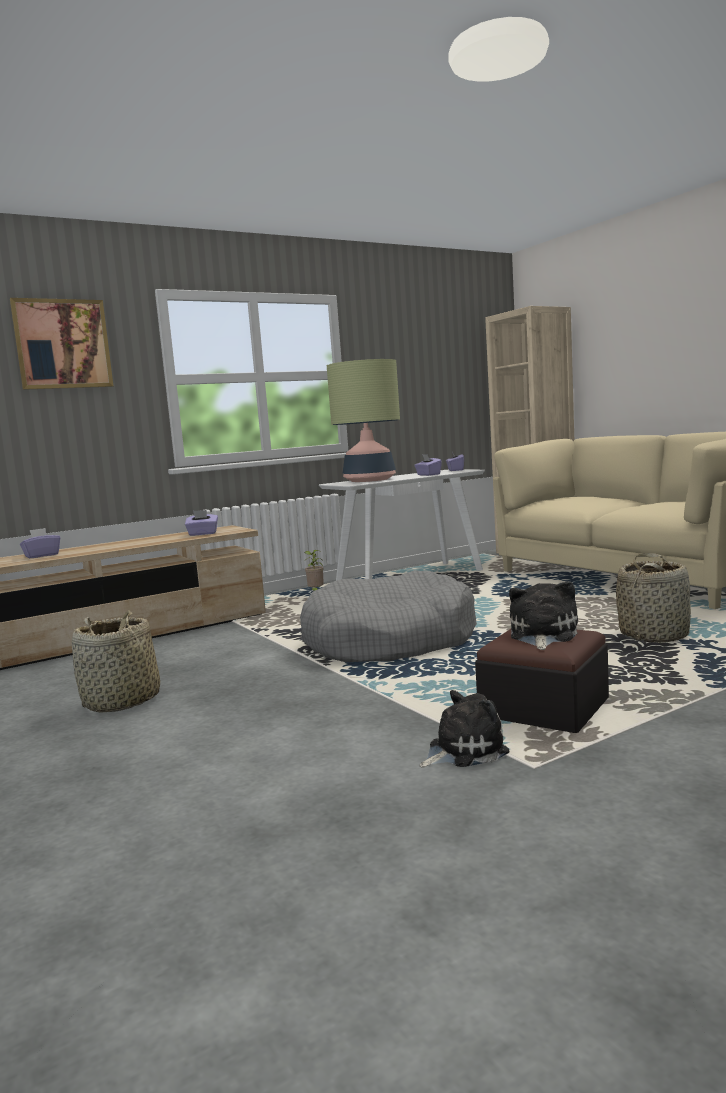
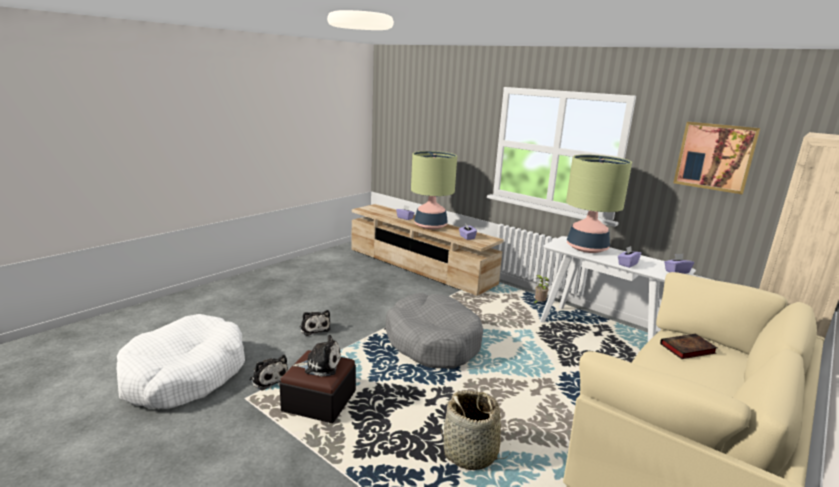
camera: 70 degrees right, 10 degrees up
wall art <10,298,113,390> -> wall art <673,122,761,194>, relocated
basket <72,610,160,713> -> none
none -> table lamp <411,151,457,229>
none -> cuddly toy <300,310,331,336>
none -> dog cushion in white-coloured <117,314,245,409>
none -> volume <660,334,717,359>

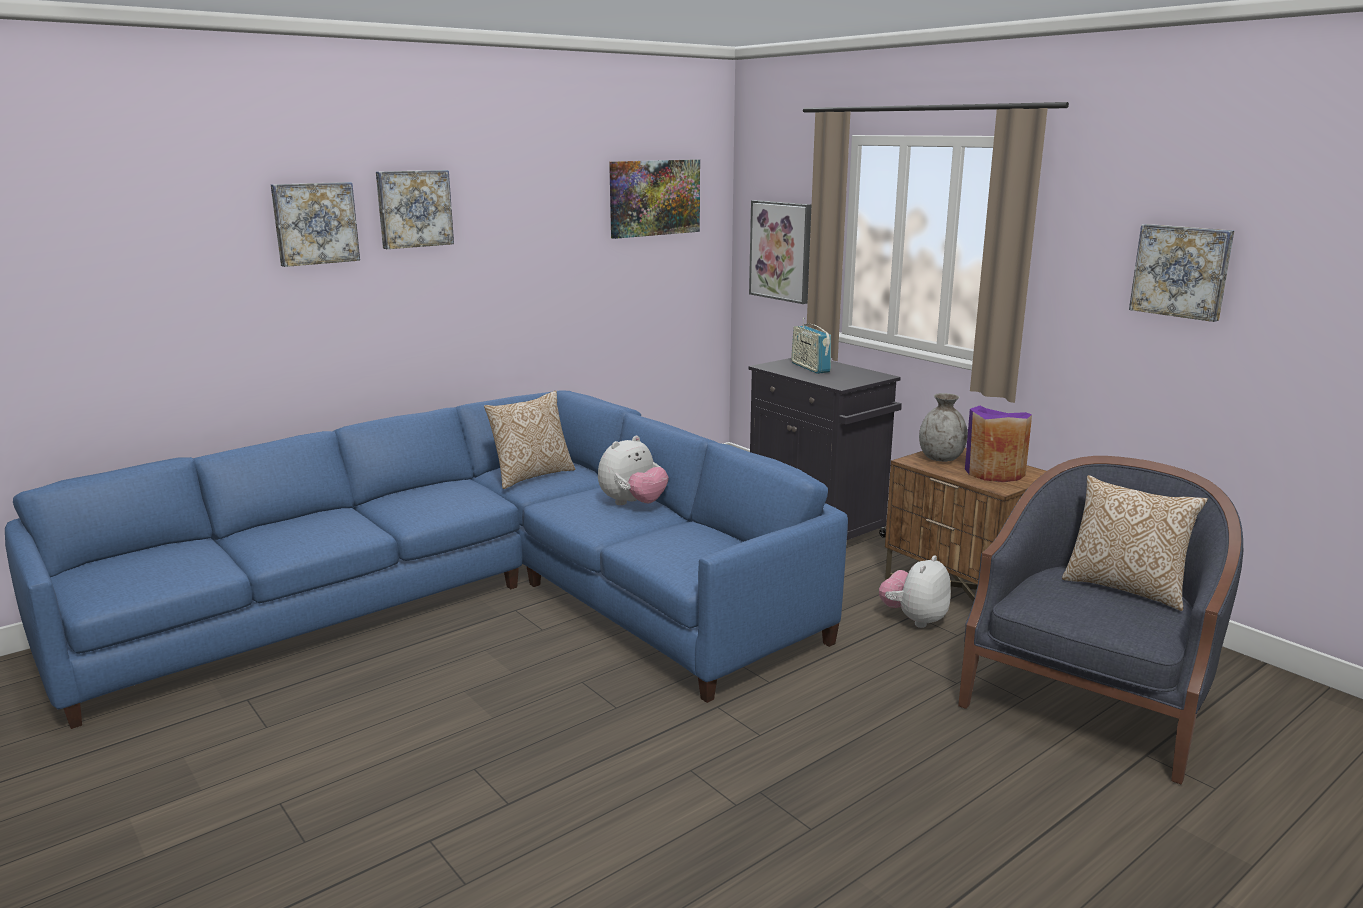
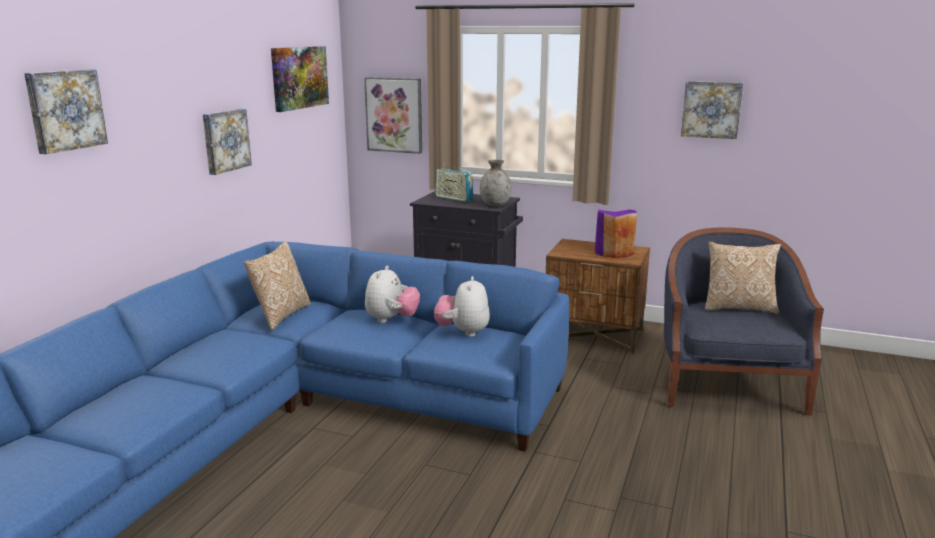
camera: 30 degrees left, 0 degrees up
wall art <376,170,454,249> -> wall art <203,109,252,175>, relocated
flower vase in gray <919,393,968,462> -> flower vase in gray <480,160,512,206>, relocated
cuddly toy <879,555,951,628> -> cuddly toy <434,276,490,337>, relocated

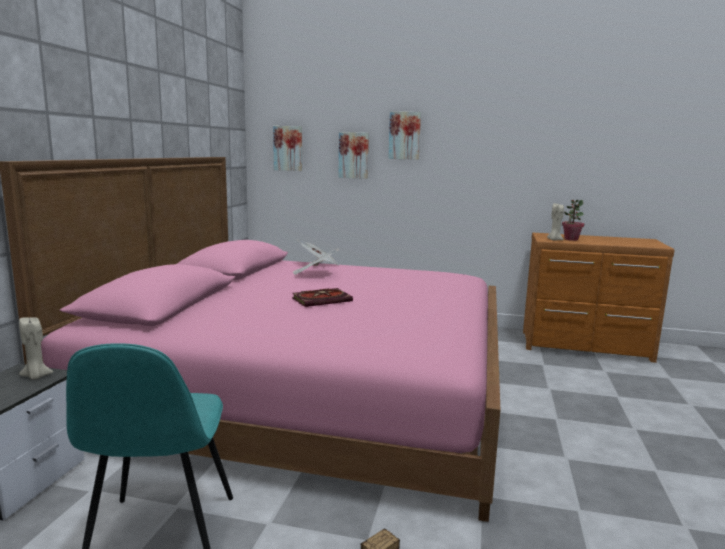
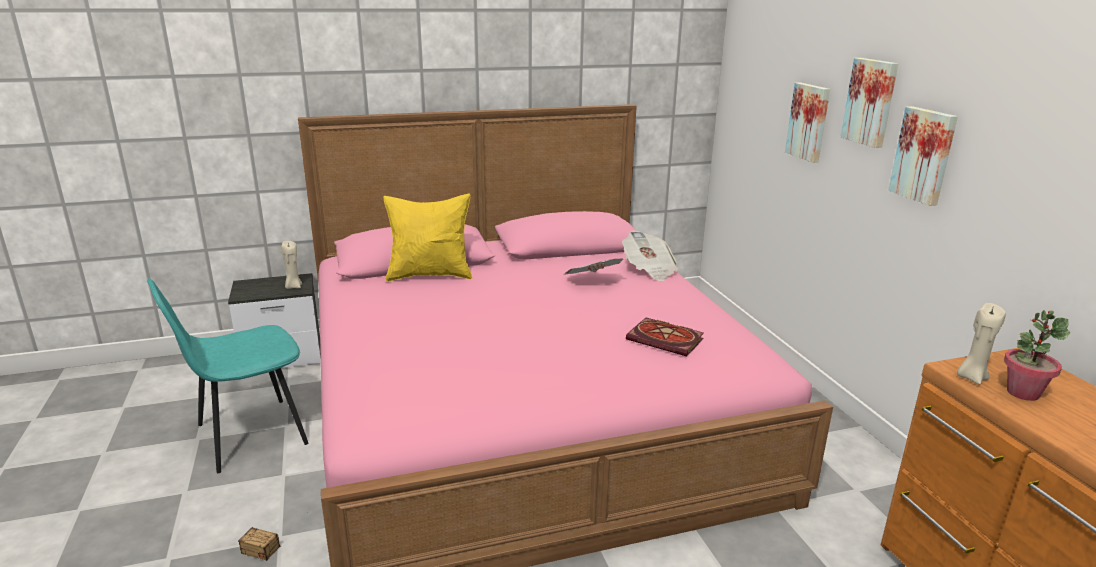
camera: 60 degrees right, 10 degrees up
wall art <273,126,302,171> -> wall art <888,106,958,206>, relocated
volume <292,288,353,307> -> volume <626,318,704,356>, relocated
none -> throw pillow in yellow-coloured <383,194,472,282>

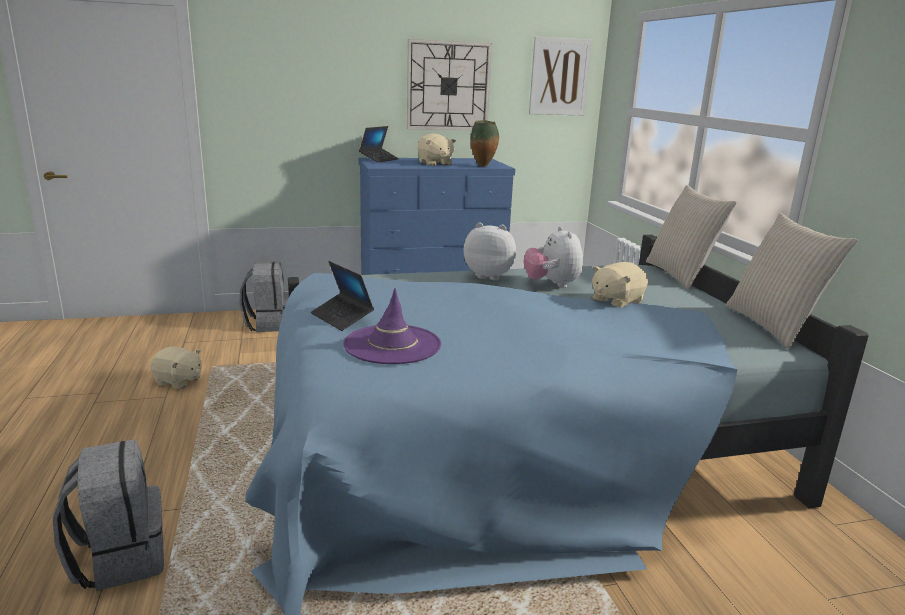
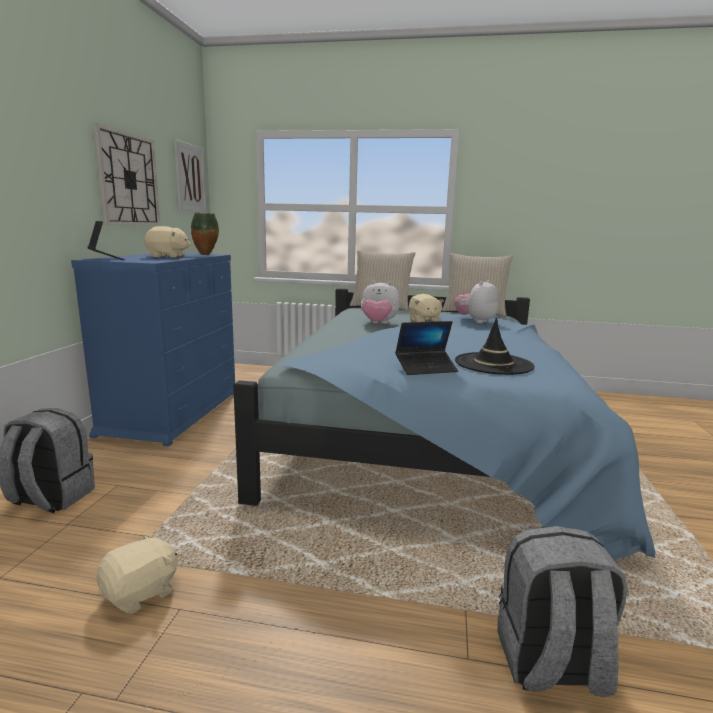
camera: 65 degrees left, 5 degrees down
cuddly toy <464,222,516,280> -> cuddly toy <455,280,499,323>, relocated
hat in purple <343,288,441,364> -> hat in black-coloured <455,317,535,375>

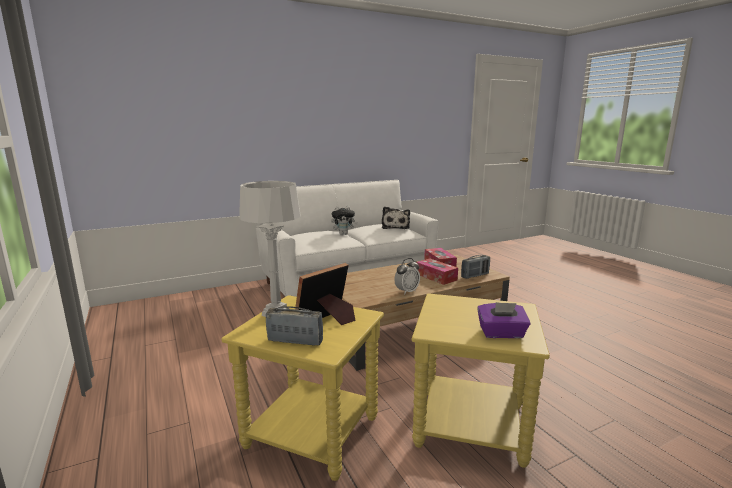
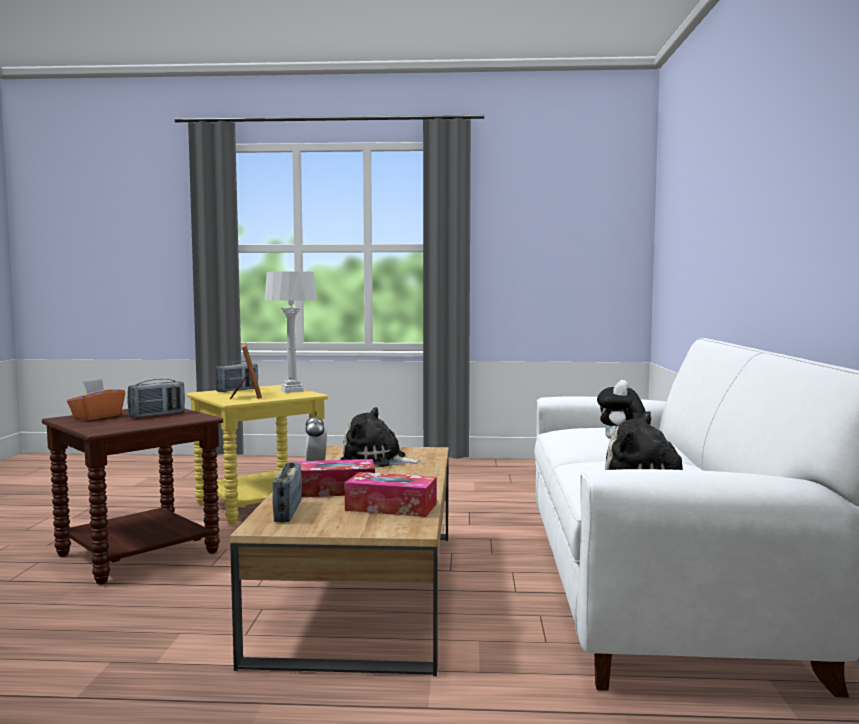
camera: 120 degrees right, 10 degrees down
side table in yellow-coloured <412,293,550,468> -> side table in brown <42,409,223,585>
tissue box in purple <477,302,531,338> -> tissue box in orange-coloured <67,379,125,420>
none -> radio receiver <127,379,185,418>
none -> cuddly toy <340,407,422,467>

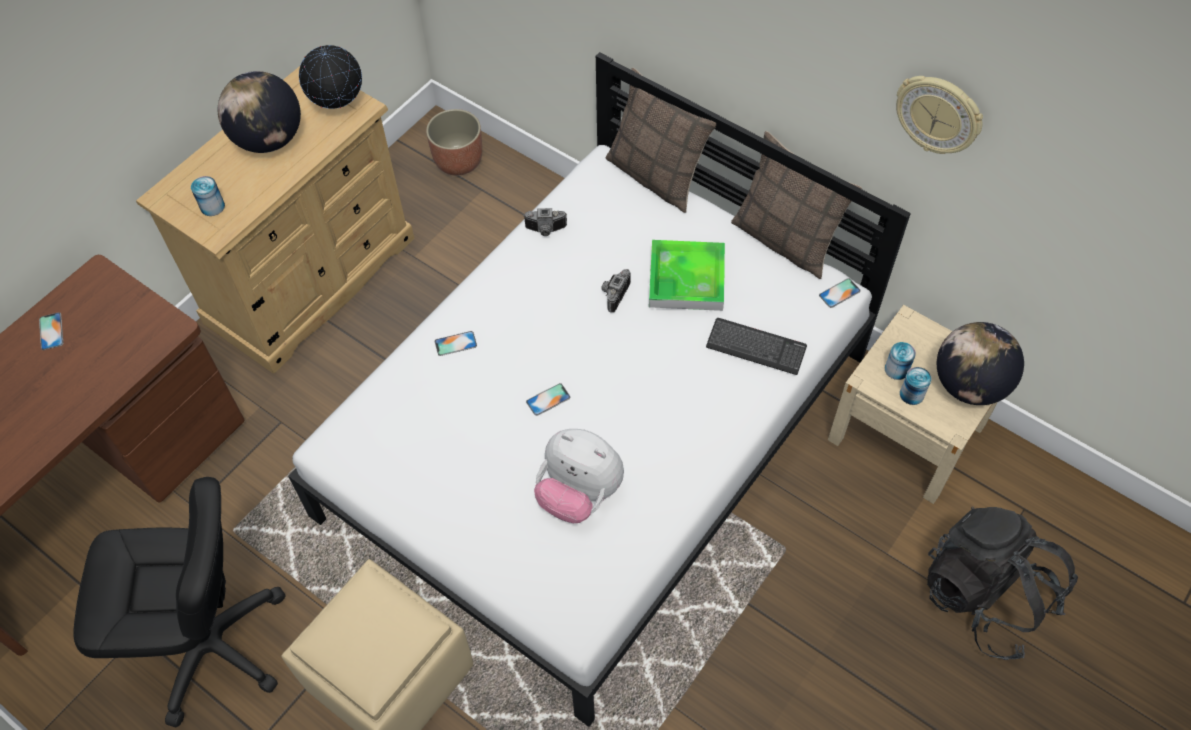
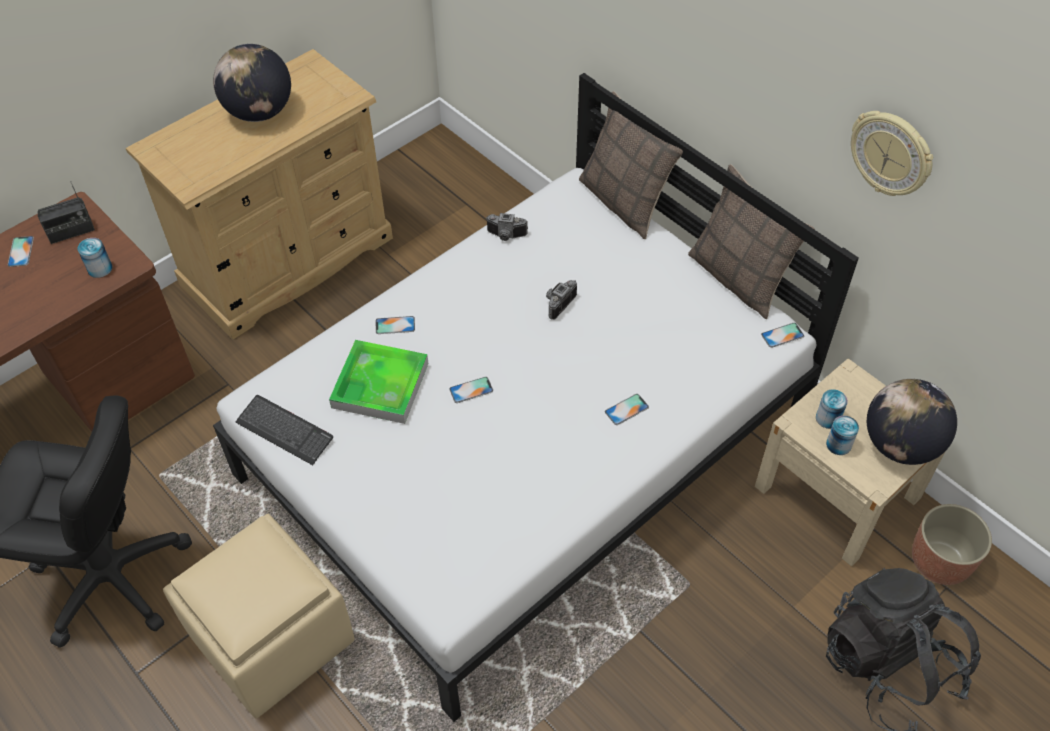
camera: 10 degrees right, 5 degrees down
desk globe <299,45,362,109> -> none
flower pot <426,109,482,176> -> flower pot <912,504,992,585>, relocated
metal can <191,176,225,216> -> metal can <77,238,112,278>, relocated
tray <649,240,725,311> -> tray <329,340,429,424>, relocated
keyboard <706,318,807,375> -> keyboard <236,395,333,465>, relocated
cuddly toy <534,429,624,523> -> none
none -> radio receiver <37,181,95,244>
none -> phone <605,394,649,425>

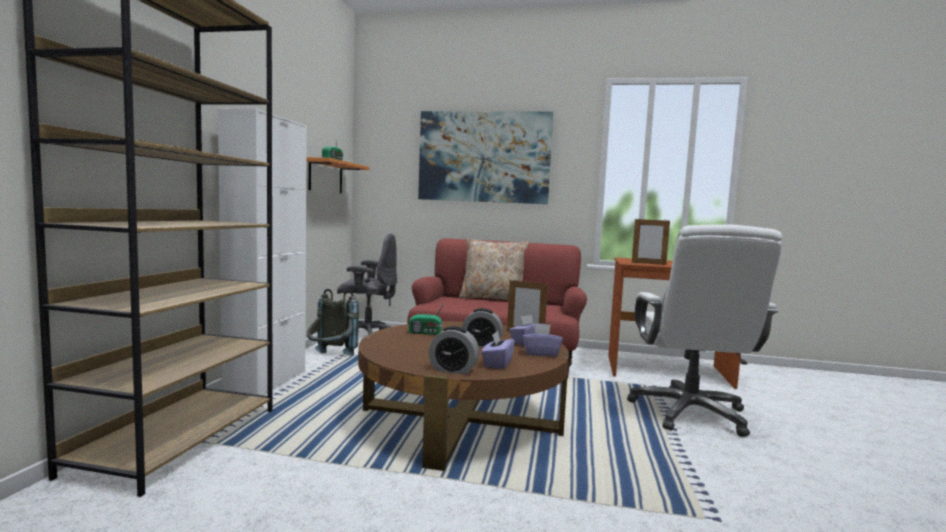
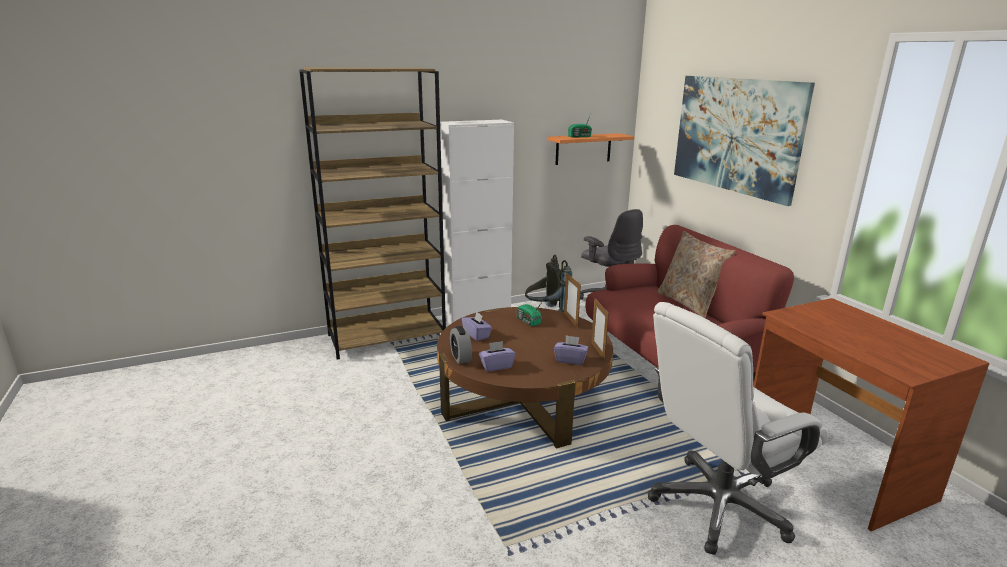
camera: 55 degrees right, 15 degrees up
picture frame <632,219,670,265> -> picture frame <564,273,581,328>, relocated
table clock <462,308,503,347> -> none
tissue box in purple <522,324,563,356> -> tissue box in purple <462,312,492,341>, relocated

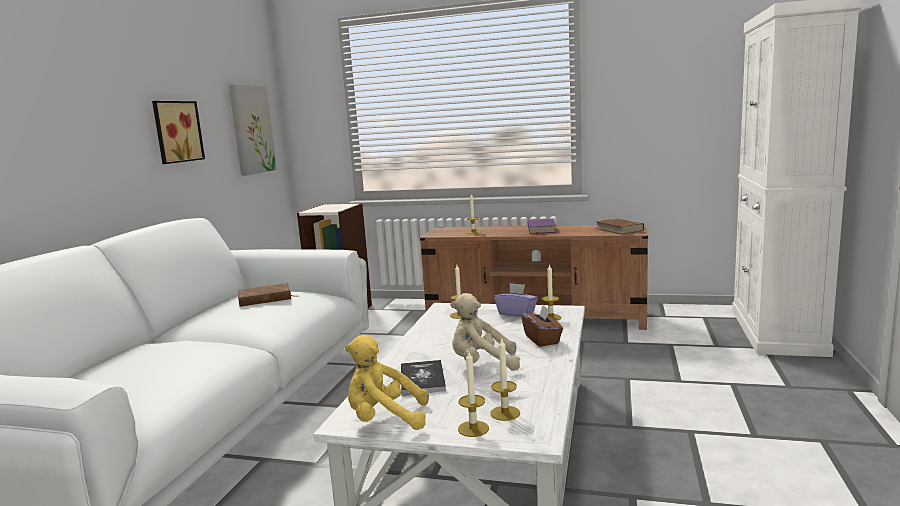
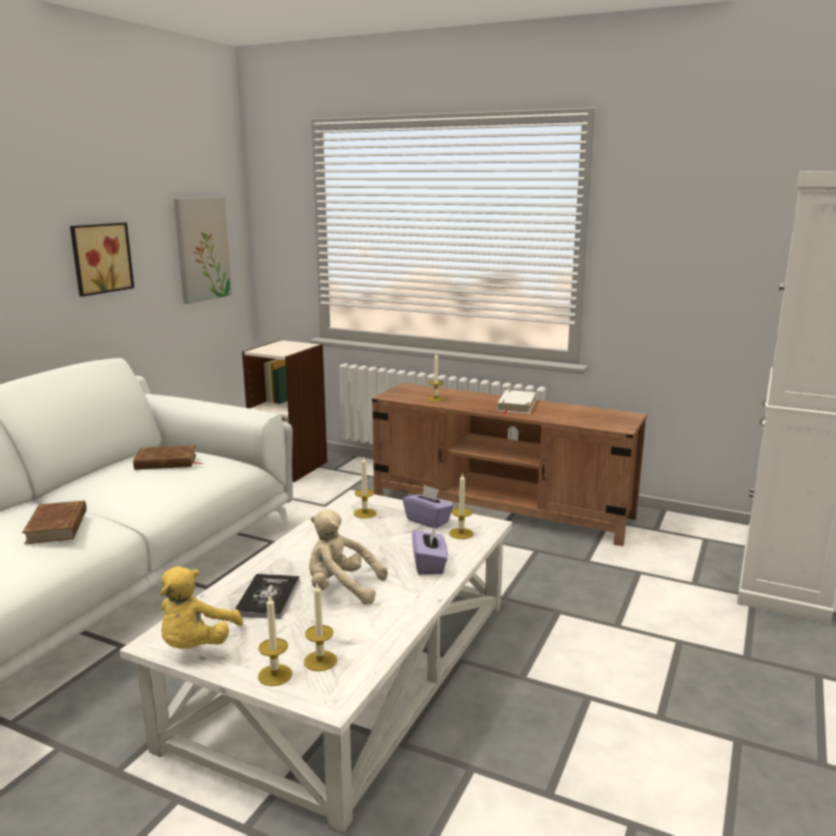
camera: 10 degrees right, 5 degrees up
volume in brown <596,218,644,235> -> volume in brown <22,500,87,544>, relocated
volume in purple <528,219,556,235> -> volume in white-coloured <497,390,536,414>
tissue box in brown <521,305,563,347> -> tissue box in purple <412,525,448,575>
cuddly toy in yellow-coloured <345,335,429,430> -> cuddly toy in yellow-coloured <160,566,243,649>, 90 degrees counterclockwise

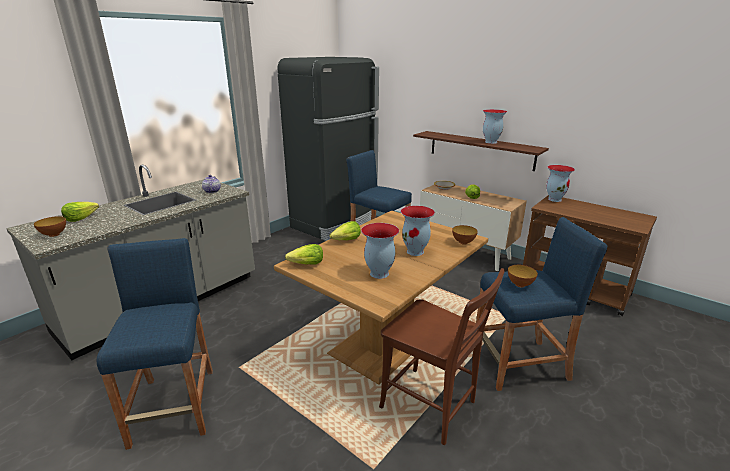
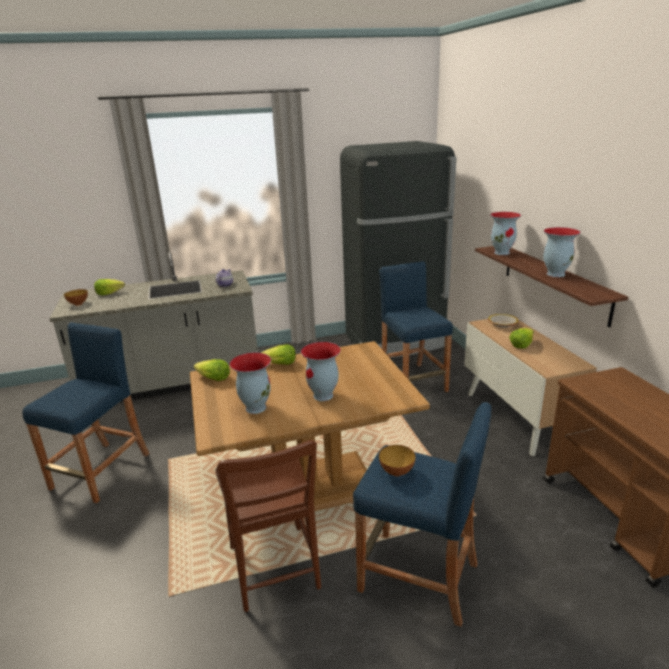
camera: 35 degrees right, 0 degrees up
flower vase <546,165,575,202> -> flower vase <490,212,521,255>, relocated
serving bowl <452,225,478,245> -> none

